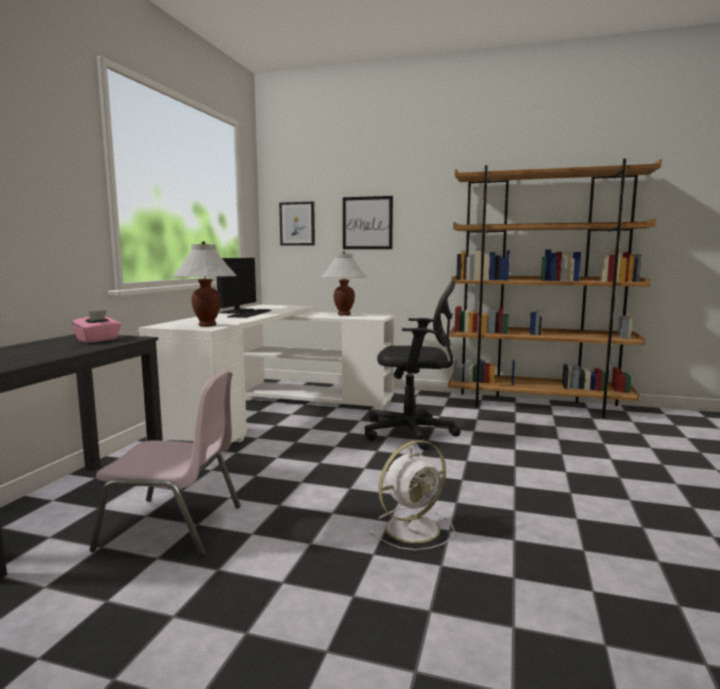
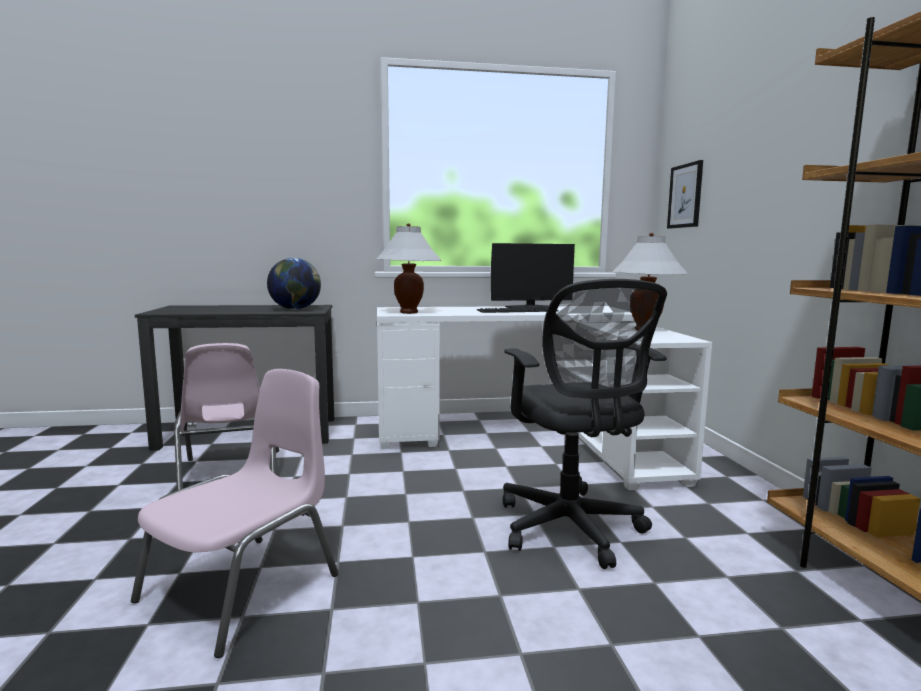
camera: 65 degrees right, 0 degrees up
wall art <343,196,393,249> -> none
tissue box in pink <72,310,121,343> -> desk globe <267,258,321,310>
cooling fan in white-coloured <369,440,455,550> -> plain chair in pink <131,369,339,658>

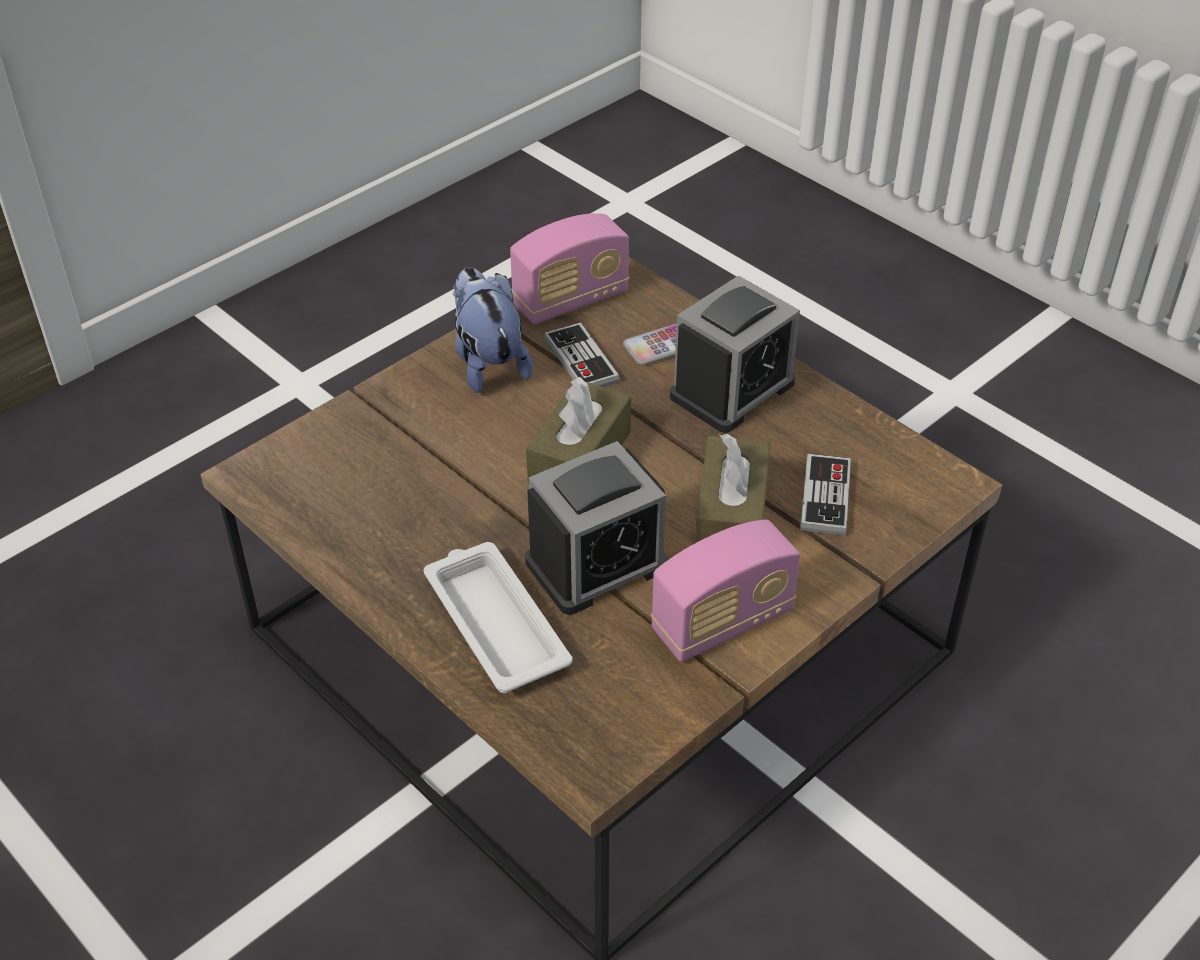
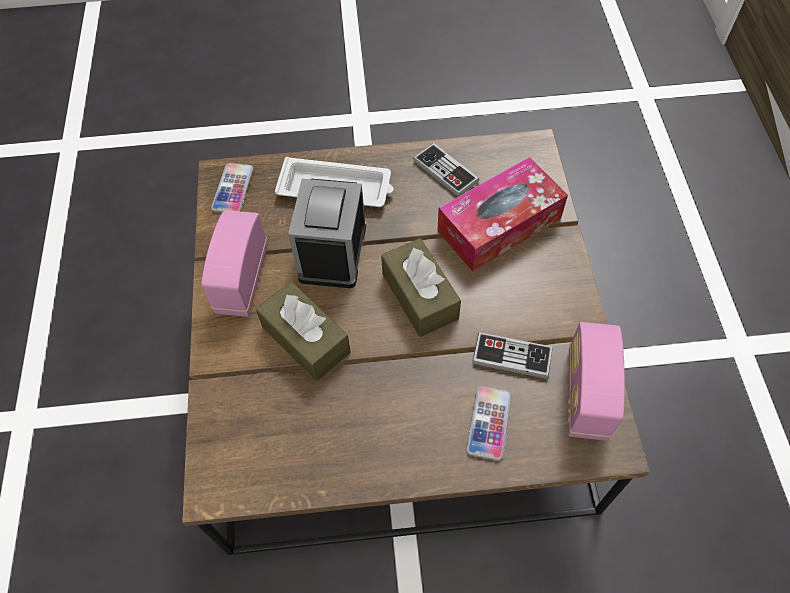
camera: 130 degrees right, 15 degrees up
cuddly toy <453,267,533,393> -> none
table clock <670,275,800,433> -> none
gamepad <800,454,851,535> -> gamepad <413,143,479,197>, relocated
none -> tissue box <437,157,568,272>
none -> phone <211,163,254,212>

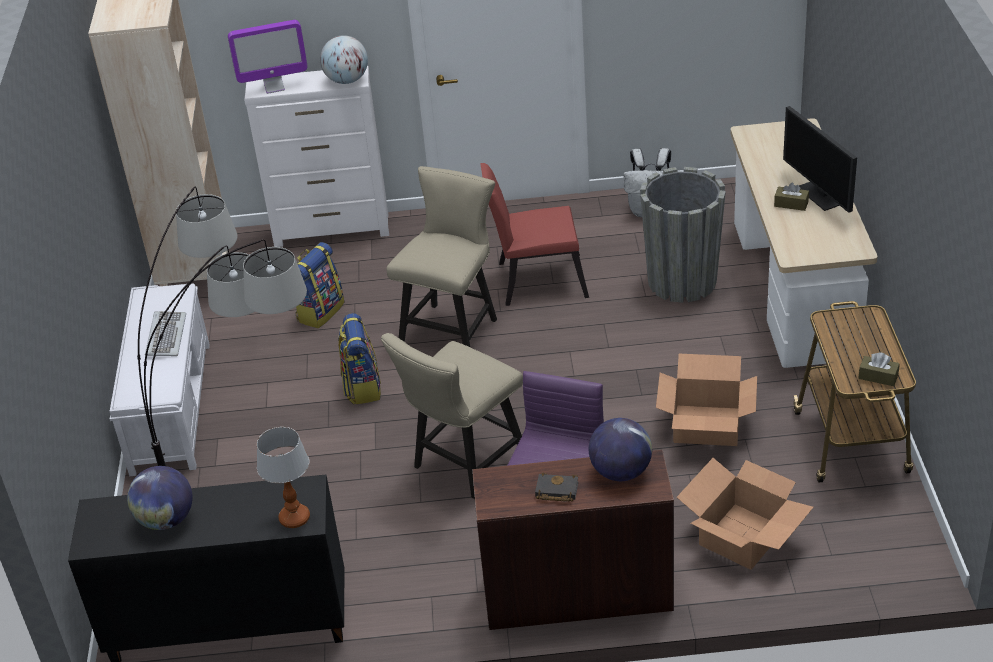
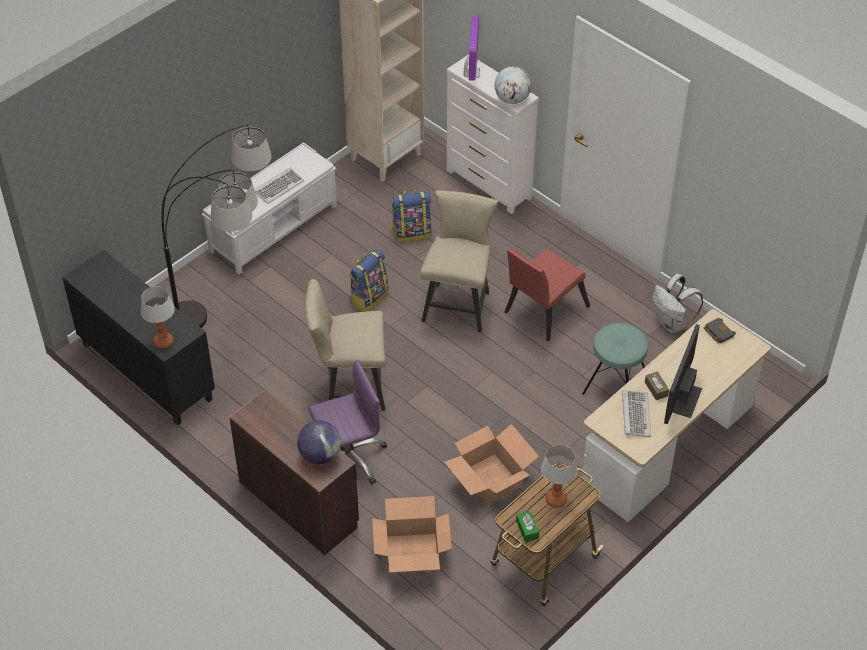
camera: 45 degrees right, 10 degrees up
computer display <228,20,308,94> -> computer display <463,16,480,81>, 120 degrees counterclockwise
plain chair in red <480,163,589,306> -> plain chair in red <504,248,590,341>, 90 degrees counterclockwise
plain chair in beige <387,166,497,347> -> plain chair in beige <420,190,498,332>, 60 degrees counterclockwise
flower pot in gray <640,167,726,303> -> stool in blue-green <582,323,648,395>
tissue box in brown <859,352,900,386> -> tissue box in greenish <516,511,539,542>
desk globe <127,466,193,530> -> none
volume in black-coloured <535,473,578,502> -> volume in black-coloured <704,318,736,343>, relocated
none -> keyboard <622,390,651,437>
none -> table lamp <541,445,577,508>

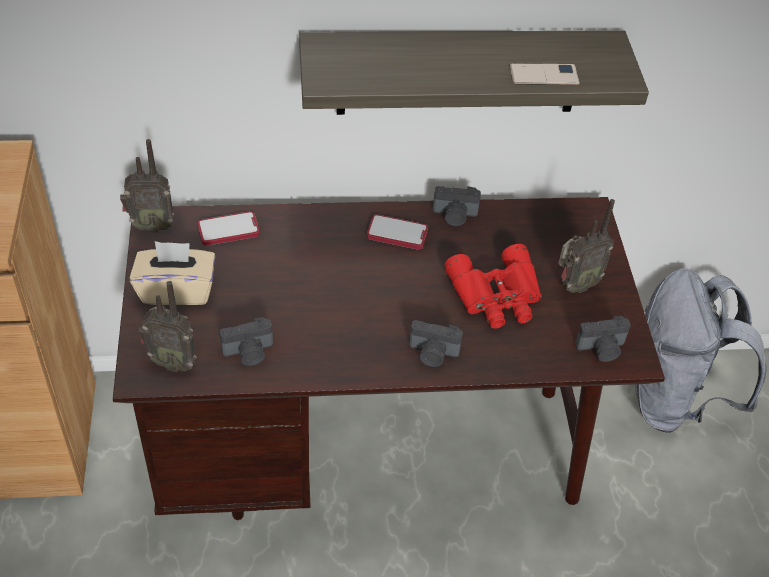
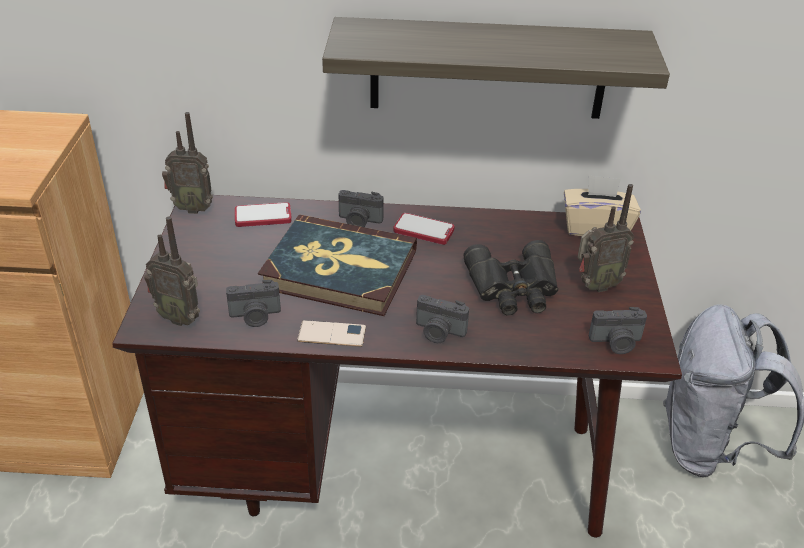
camera: 10 degrees right, 10 degrees down
phone <510,63,580,85> -> phone <297,320,366,347>, relocated
photo camera <433,186,481,226> -> photo camera <339,190,384,227>, relocated
tissue box in beige <130,241,215,305> -> tissue box in beige <564,175,641,236>, relocated
binoculars in red <445,244,542,329> -> binoculars in black-coloured <464,240,558,316>
none -> volume <258,215,417,316>

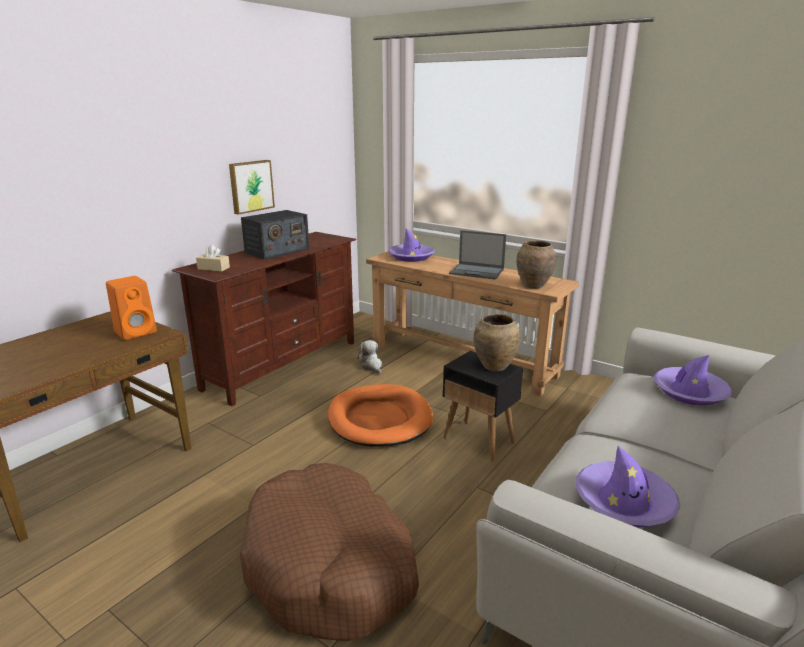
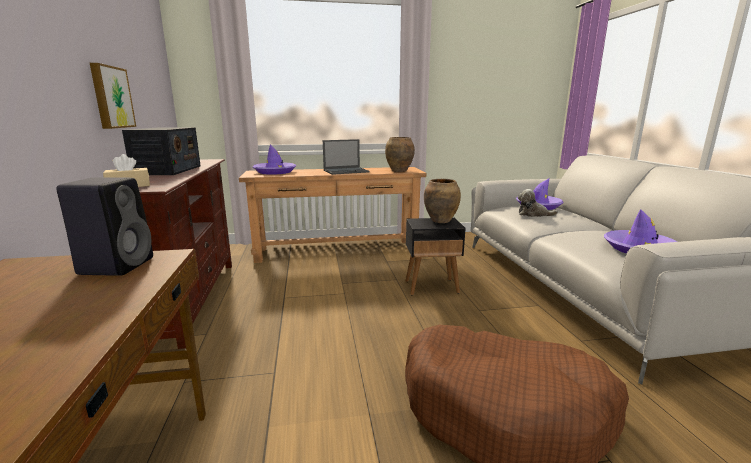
camera: 45 degrees left, 5 degrees down
audio speaker in orange-coloured <106,276,157,340> -> audio speaker in black-coloured <56,177,153,276>
cuddly toy <357,340,382,374> -> cuddly toy <518,189,558,217>, relocated
dog cushion in orange-coloured <328,384,433,447> -> none

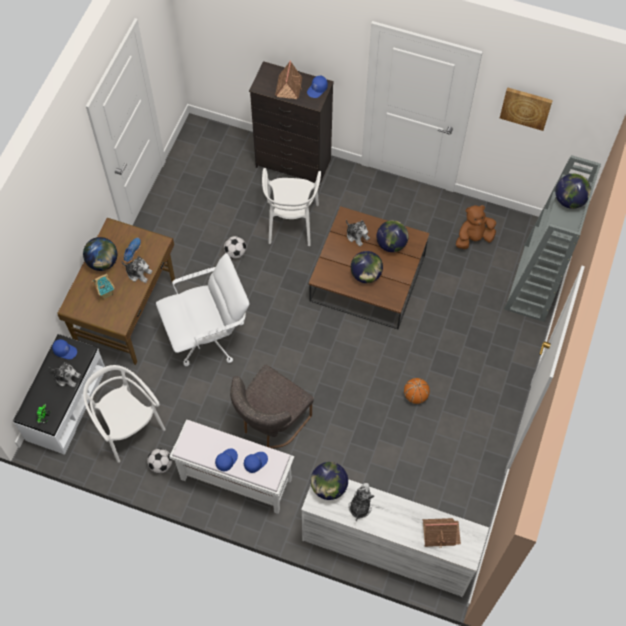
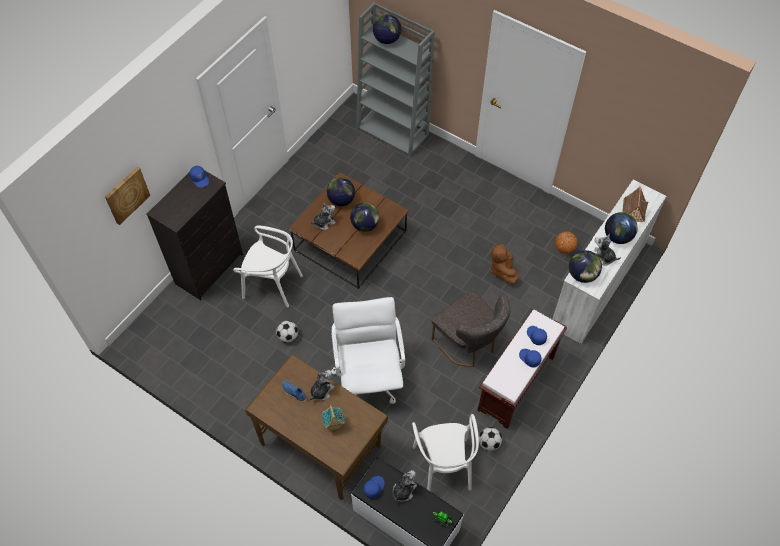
camera: 75 degrees left, 5 degrees down
miniature house <275,61,302,99> -> none
wall art <500,87,553,131> -> wall art <105,167,150,225>, relocated
cuddly toy in brown <456,205,496,249> -> cuddly toy in brown <490,243,519,284>, relocated
desk globe <83,237,117,271> -> desk globe <605,212,638,244>, relocated
plain chair in white-coloured <83,365,166,463> -> plain chair in white-coloured <412,414,479,491>, 75 degrees counterclockwise
basketball ball <404,378,430,404> -> basketball ball <555,231,577,254>, relocated
indoor bench in white-coloured <169,419,294,514> -> indoor bench in brown <477,309,567,429>

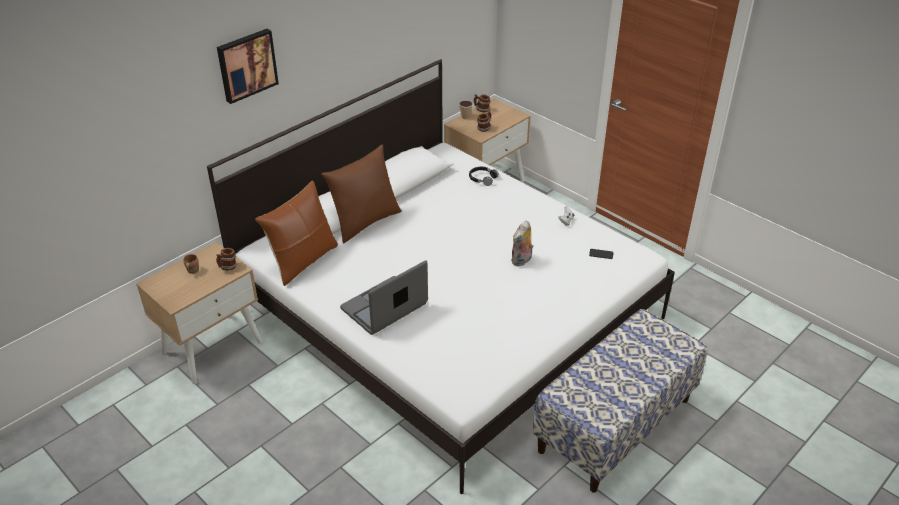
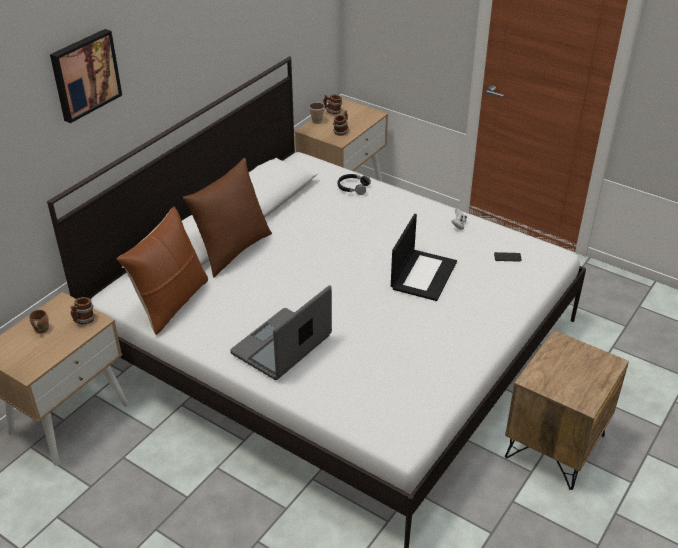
camera: 10 degrees left, 0 degrees up
cuddly toy <511,221,533,266> -> laptop <391,214,457,301>
indoor bench <532,309,708,493> -> bedside table in brown <505,330,629,490>

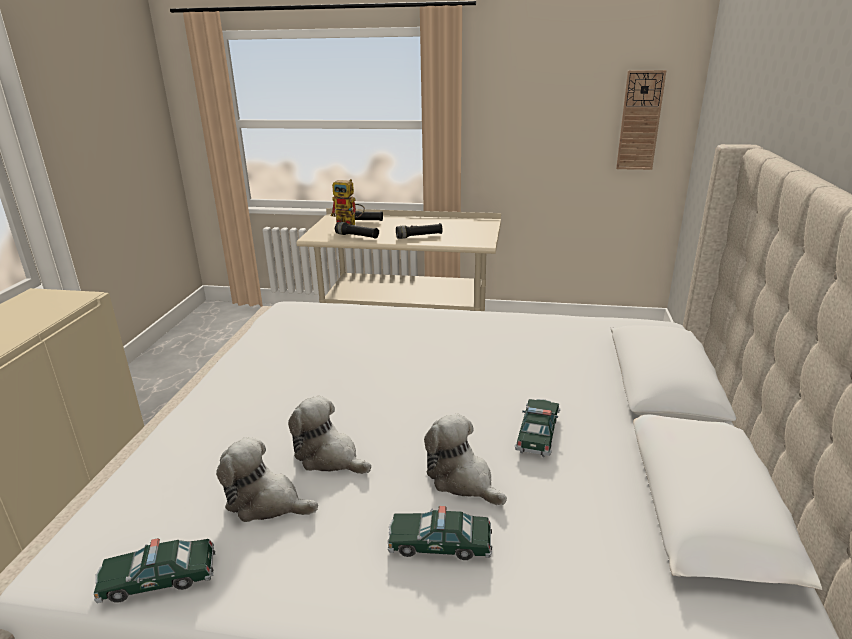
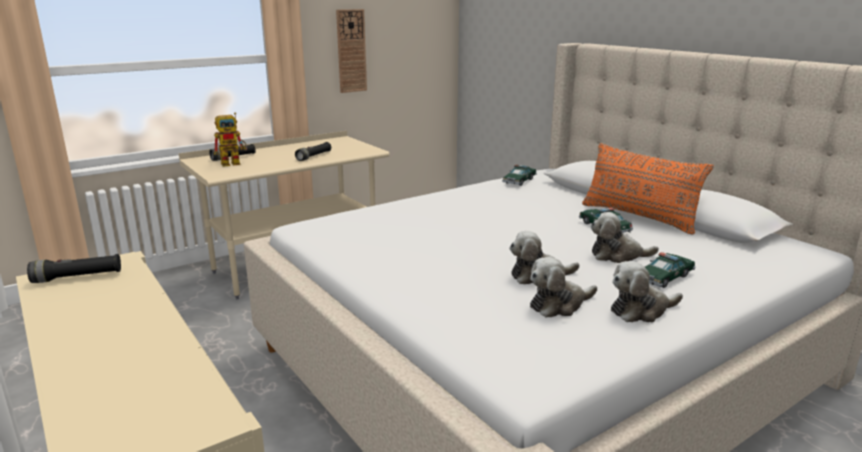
camera: 45 degrees left, 5 degrees down
hanging clock <616,70,666,170> -> hanging clock <336,9,367,93>, relocated
torch in black-coloured <335,222,379,239> -> torch in black-coloured <27,254,121,283>, relocated
model car <93,538,215,603> -> model car <502,165,537,186>, relocated
none -> throw pillow in orange-coloured <582,143,714,234>
none -> cuddly toy <611,261,683,322>

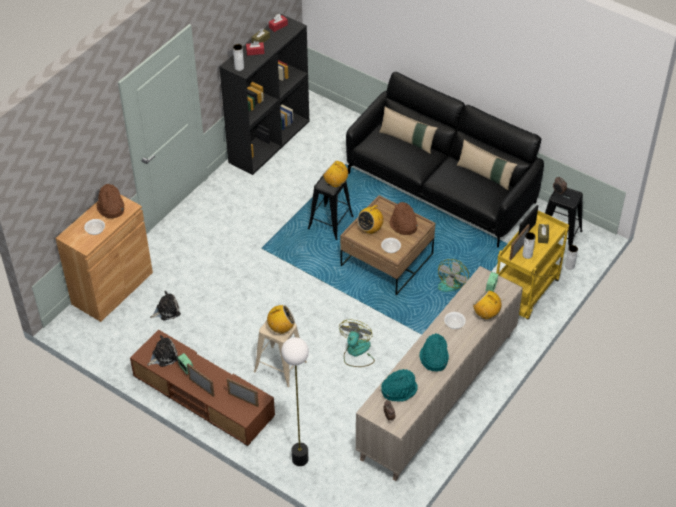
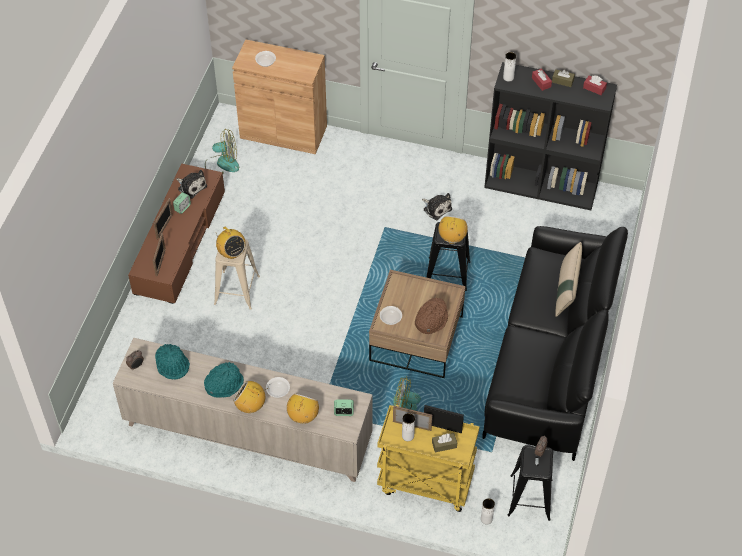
camera: 70 degrees right, 5 degrees up
throw pillow in beige <457,139,518,190> -> none
hat in brown <97,184,124,218> -> none
radio receiver <358,205,384,234> -> radio receiver <233,381,268,413>, relocated
cuddly toy <150,291,181,320> -> cuddly toy <422,193,452,220>, relocated
cooling fan <339,319,375,367> -> cooling fan <205,129,239,173>, relocated
standard lamp <281,337,309,466> -> none

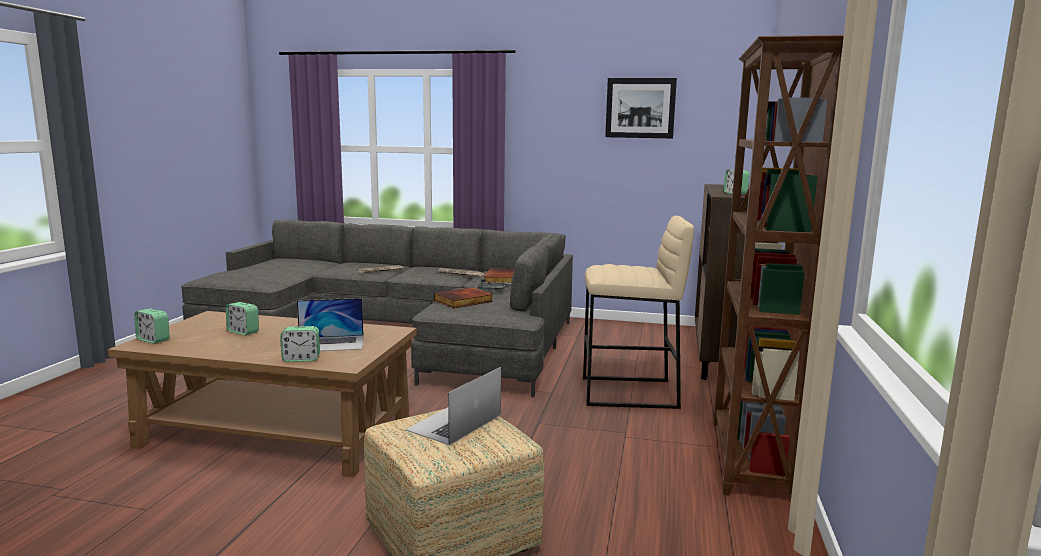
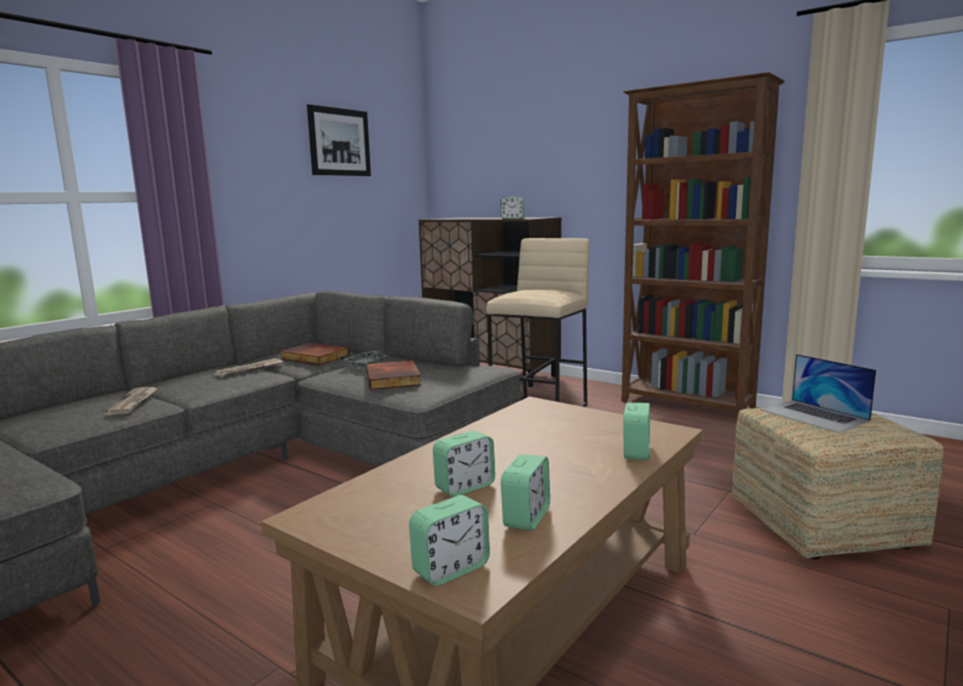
camera: 65 degrees left, 0 degrees up
laptop <297,298,364,351> -> none
none -> table clock <501,454,550,531>

